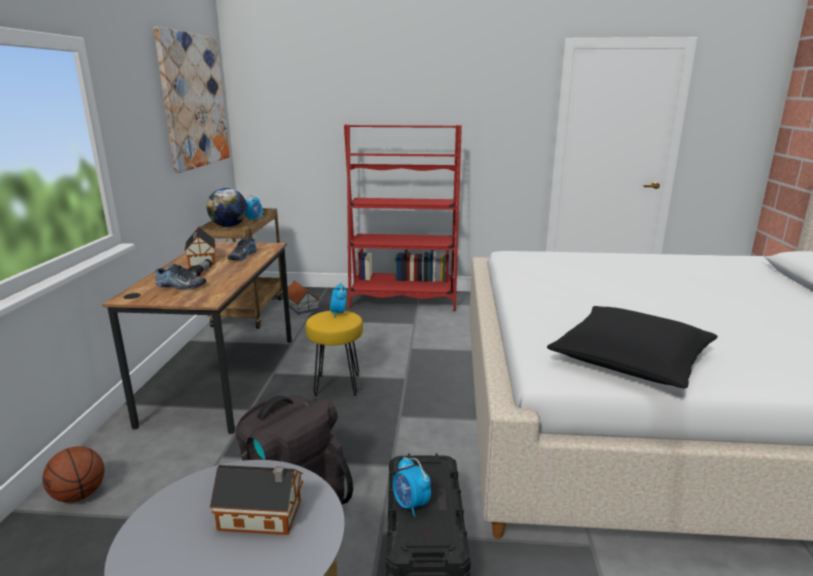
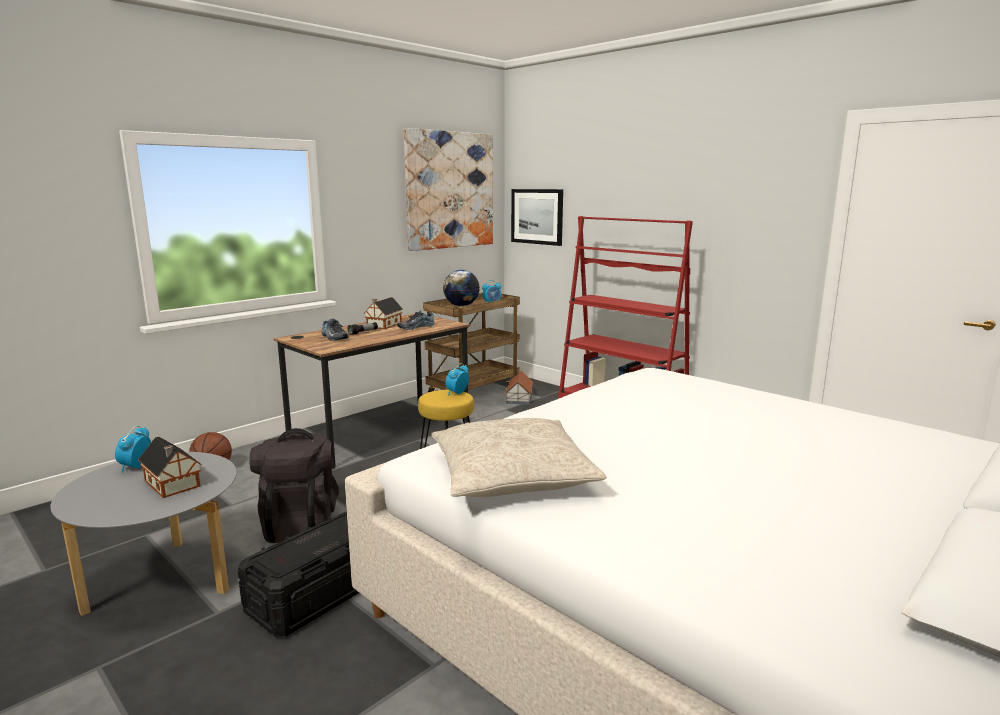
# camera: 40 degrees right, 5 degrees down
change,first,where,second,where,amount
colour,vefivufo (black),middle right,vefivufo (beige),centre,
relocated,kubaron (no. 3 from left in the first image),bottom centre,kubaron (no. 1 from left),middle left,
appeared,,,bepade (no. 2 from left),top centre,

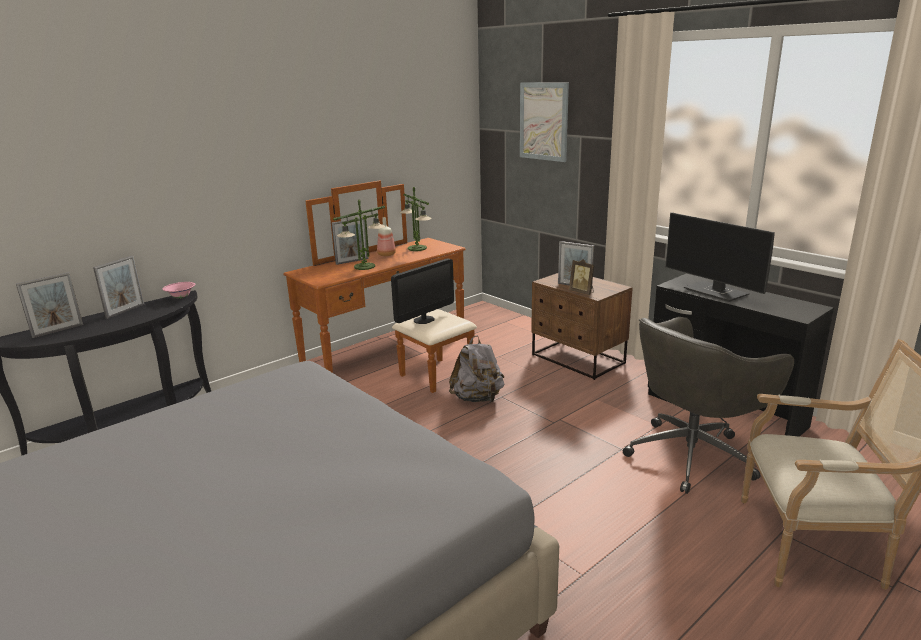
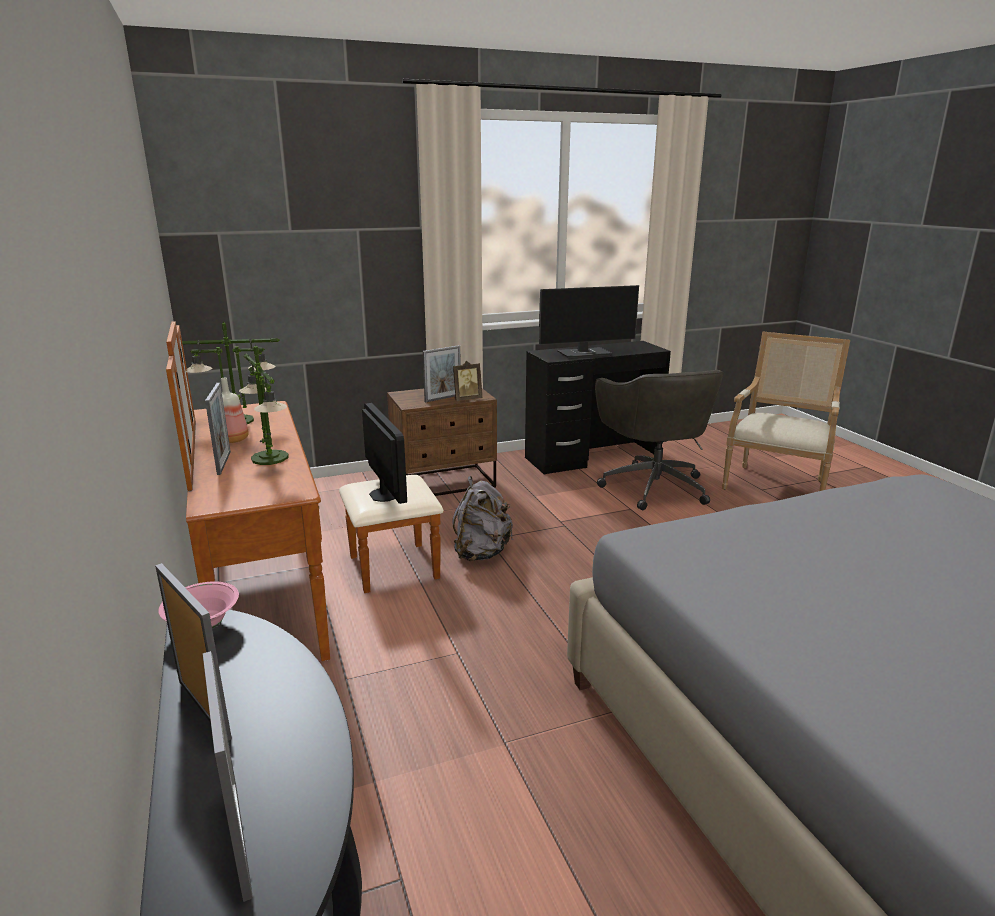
# camera: 70 degrees left, 0 degrees up
change,first,where,second,where,amount
missing,bepade,top centre,,,

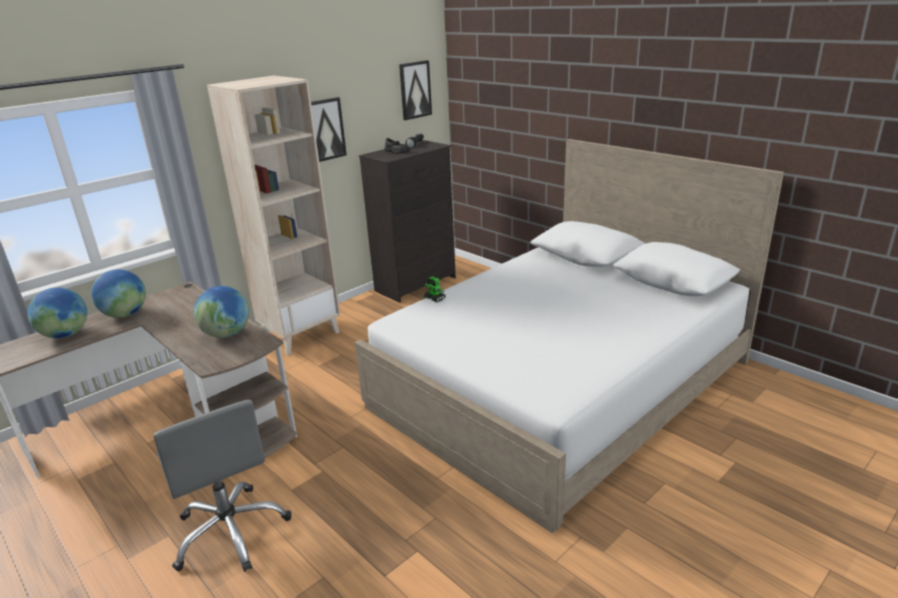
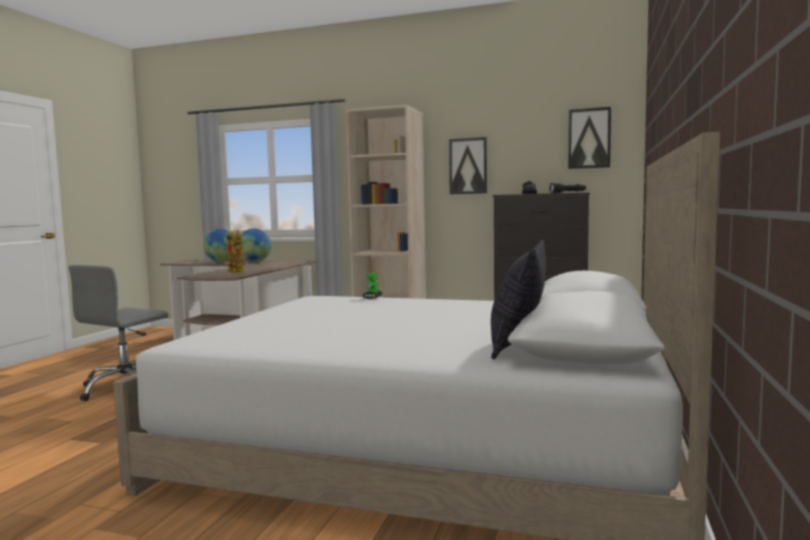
# camera: 60 degrees right, 20 degrees down
change,first,where,second,where,amount
exchanged,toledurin (no. 3 from left),middle left,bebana (no. 1 from left),middle left,
appeared,,,vefivufo,centre,

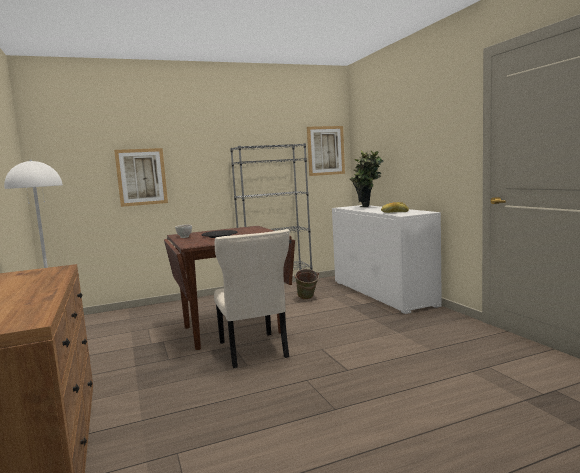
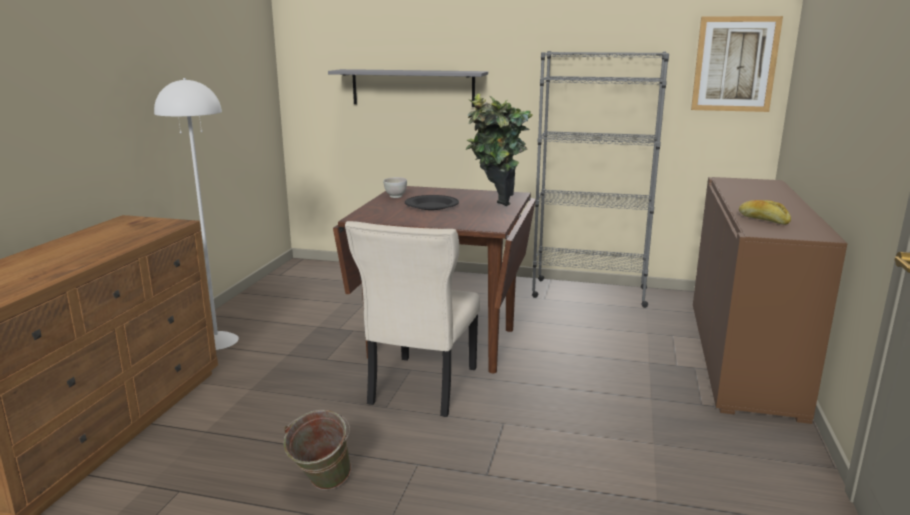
# camera: 35 degrees right, 10 degrees up
change,first,where,second,where,amount
exchanged,bepade (no. 1 from left),middle left,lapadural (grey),top centre,
relocated,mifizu,centre,,top centre,
colour,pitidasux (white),middle right,pitidasux (brown),middle right,
relocated,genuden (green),centre,,bottom centre,

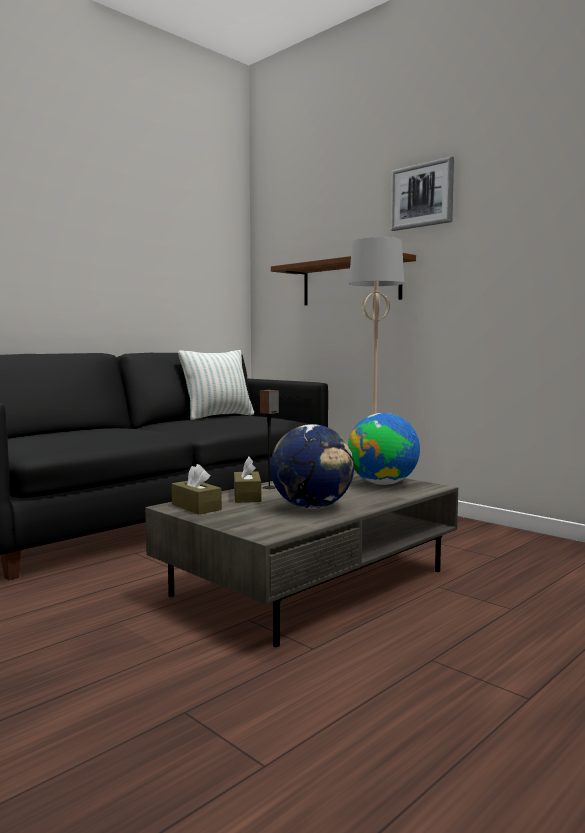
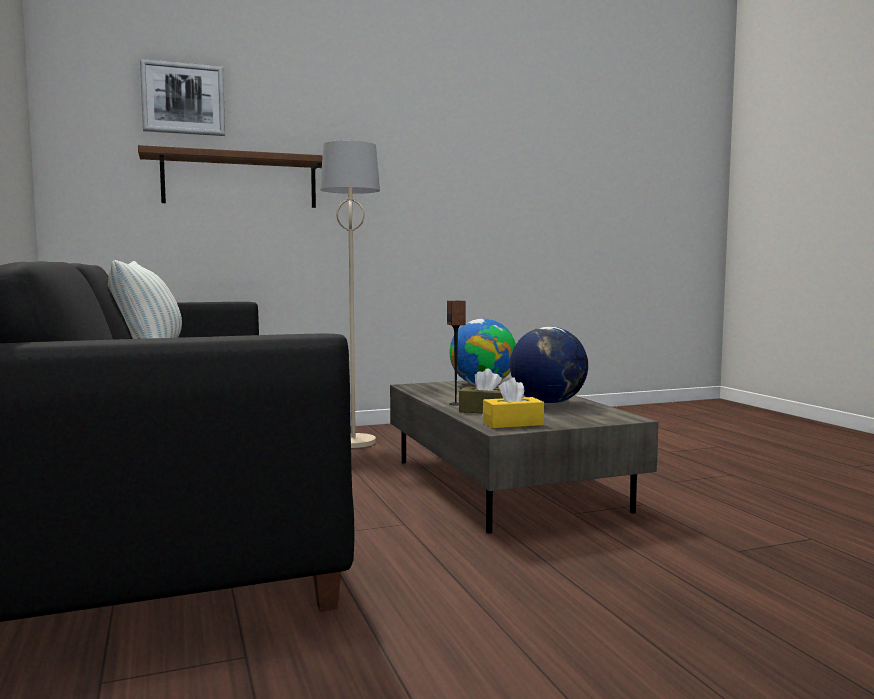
# camera: 65 degrees left, 0 degrees up
change,first,where,second,where,amount
relocated,bepade,top right,,top left,
colour,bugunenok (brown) (no. 1 from left),centre,bugunenok (yellow),centre,

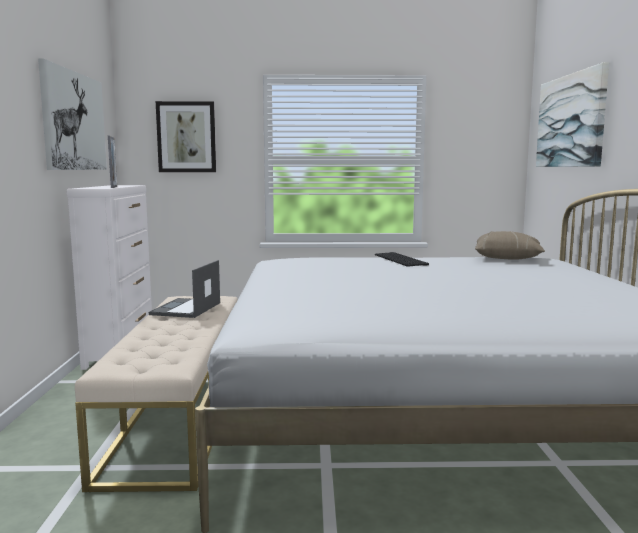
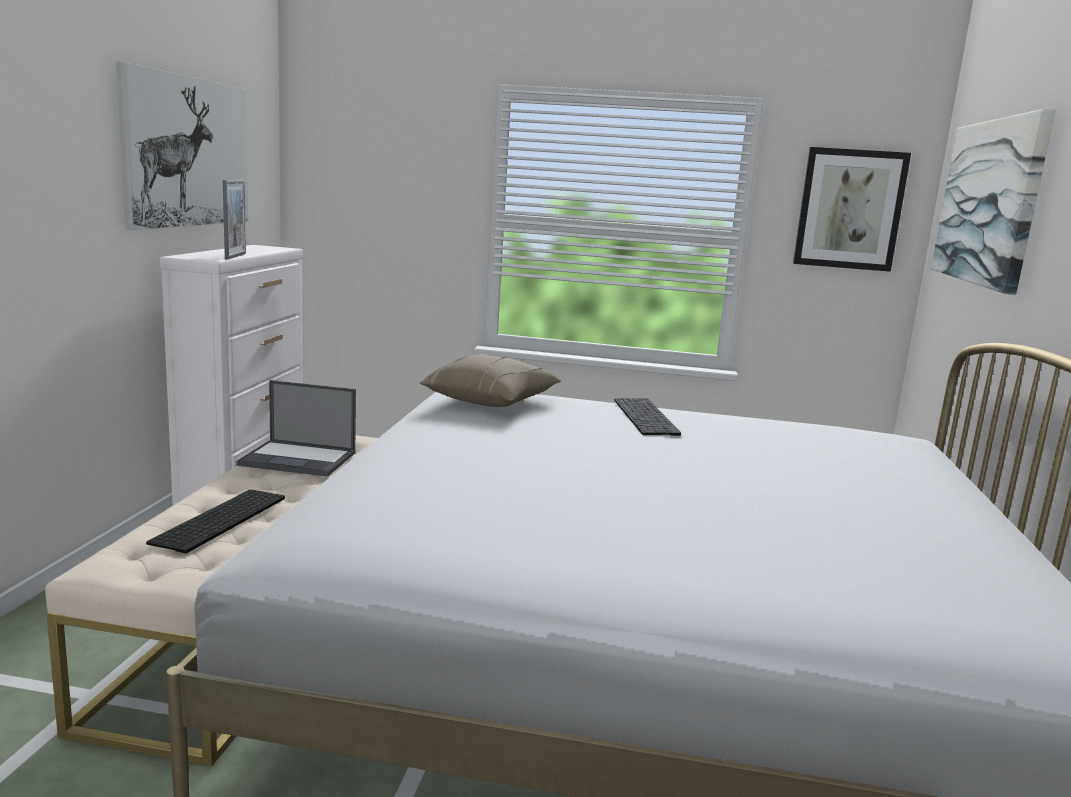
# camera: 10 degrees right, 5 degrees up
change,first,where,second,where,amount
relocated,bepade (no. 2 from left),top left,,top right,
relocated,vefivufo (beige),middle right,,centre,
spun,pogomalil,middle left,,middle left,105 degrees counterclockwise
appeared,,,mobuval (no. 1 from left),middle left,

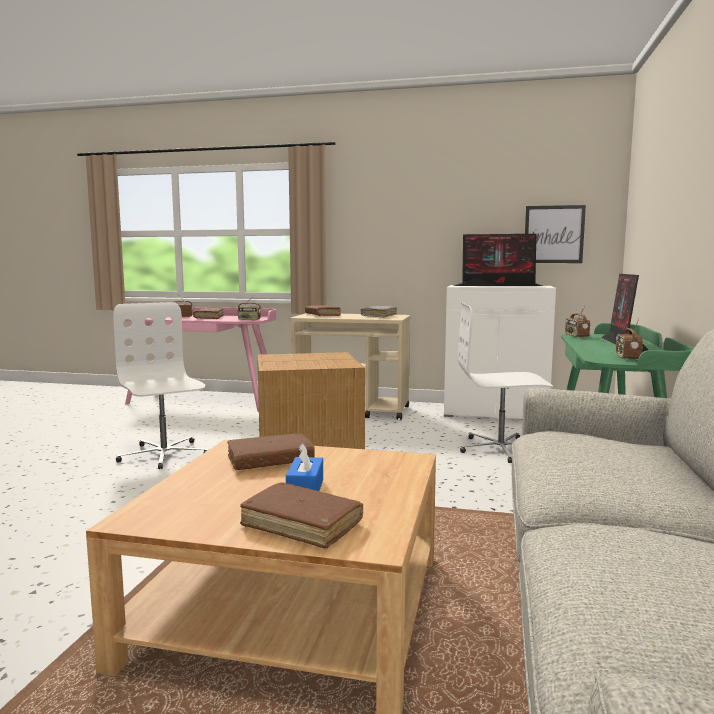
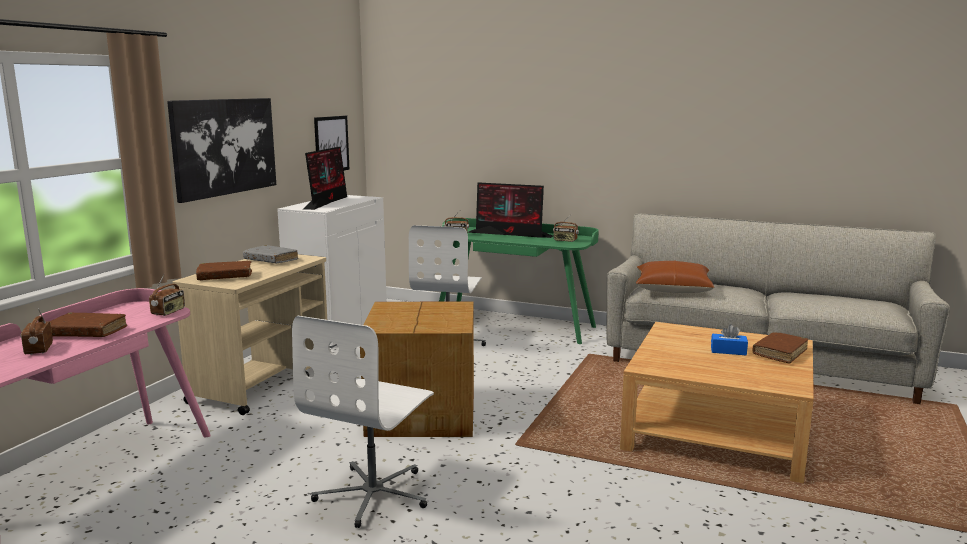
# camera: 80 degrees left, 5 degrees up
change,first,where,second,where,amount
spun,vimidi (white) (no. 1 from left),middle left,,bottom centre,45 degrees counterclockwise
missing,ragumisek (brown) (no. 2 from left),centre,,,
appeared,,,bepade (no. 1 from left),top left,
appeared,,,vefivufo (brown),middle right,

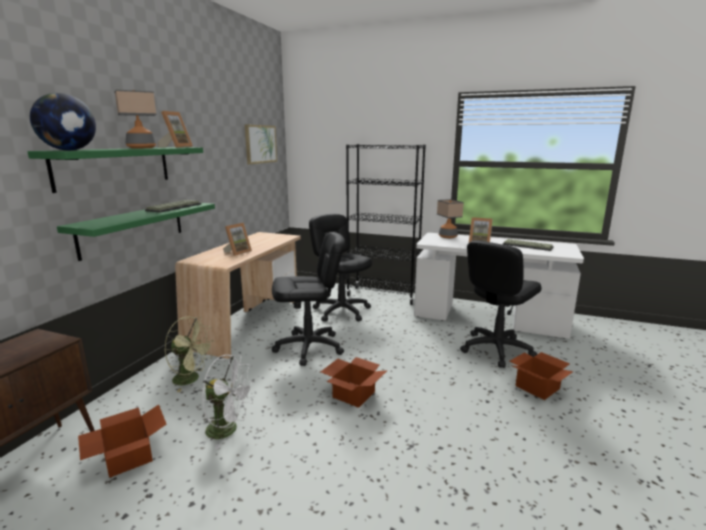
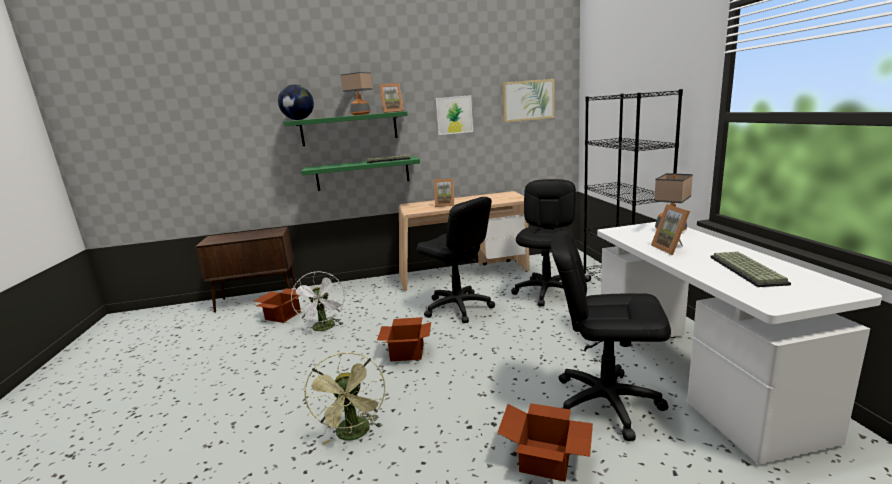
# camera: 60 degrees right, 0 degrees up
change,first,where,second,where,amount
relocated,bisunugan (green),bottom left,,bottom centre,
appeared,,,bepade (no. 1 from left),top centre,

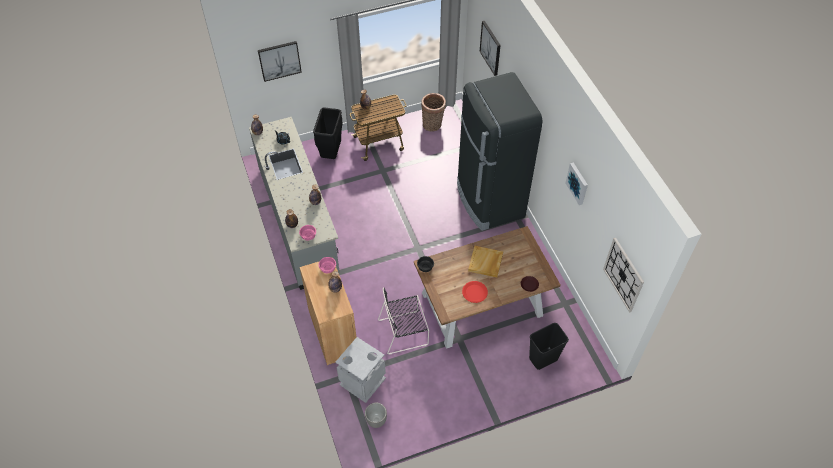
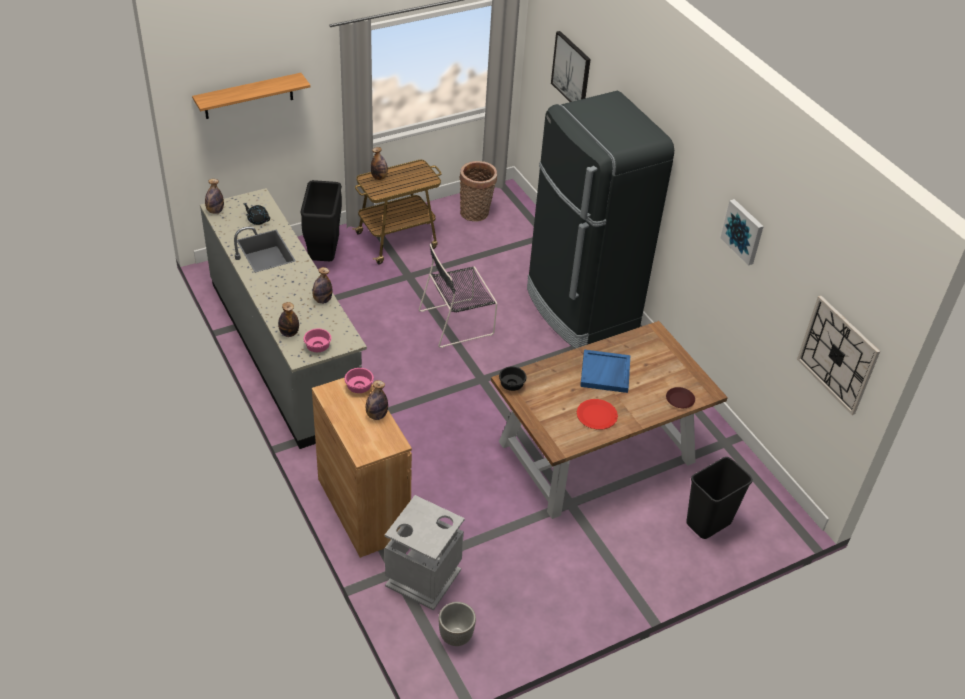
# camera: 10 degrees left, 10 degrees down
change,first,where,second,where,amount
exchanged,bepade (no. 1 from left),top centre,lapadural,top left,
colour,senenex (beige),centre,senenex (blue),centre,
relocated,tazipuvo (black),bottom centre,,centre,

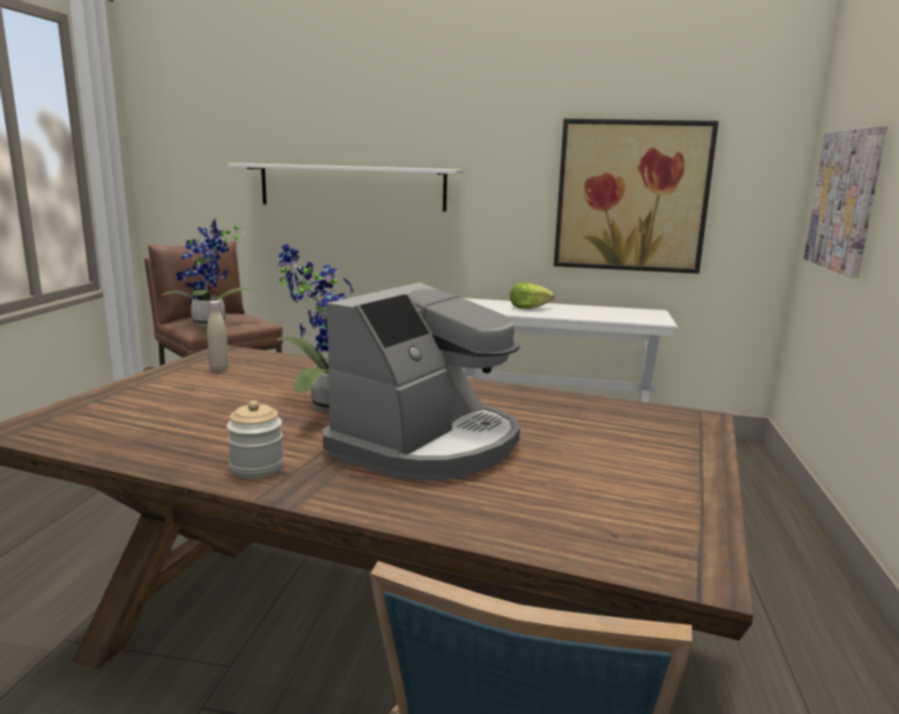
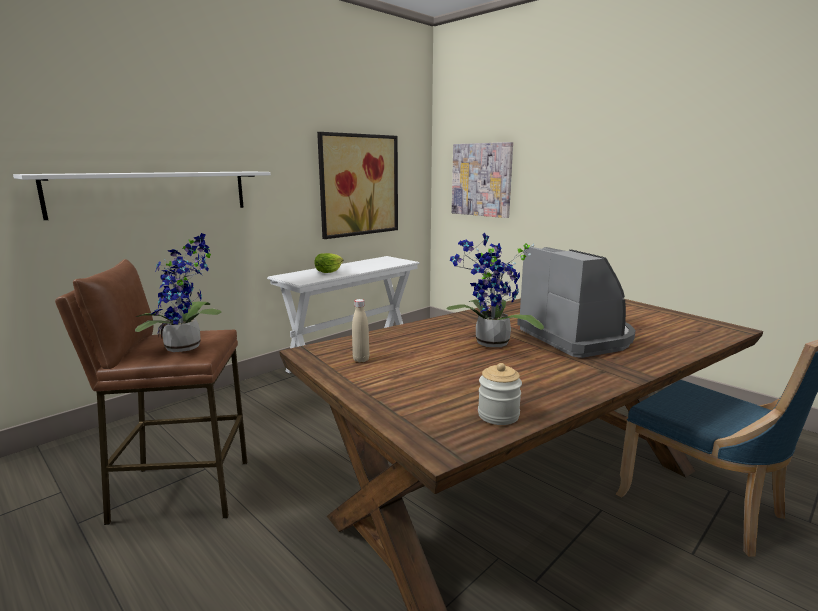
# camera: 55 degrees left, 0 degrees up
change,first,where,second,where,amount
relocated,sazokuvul,middle left,,centre,

